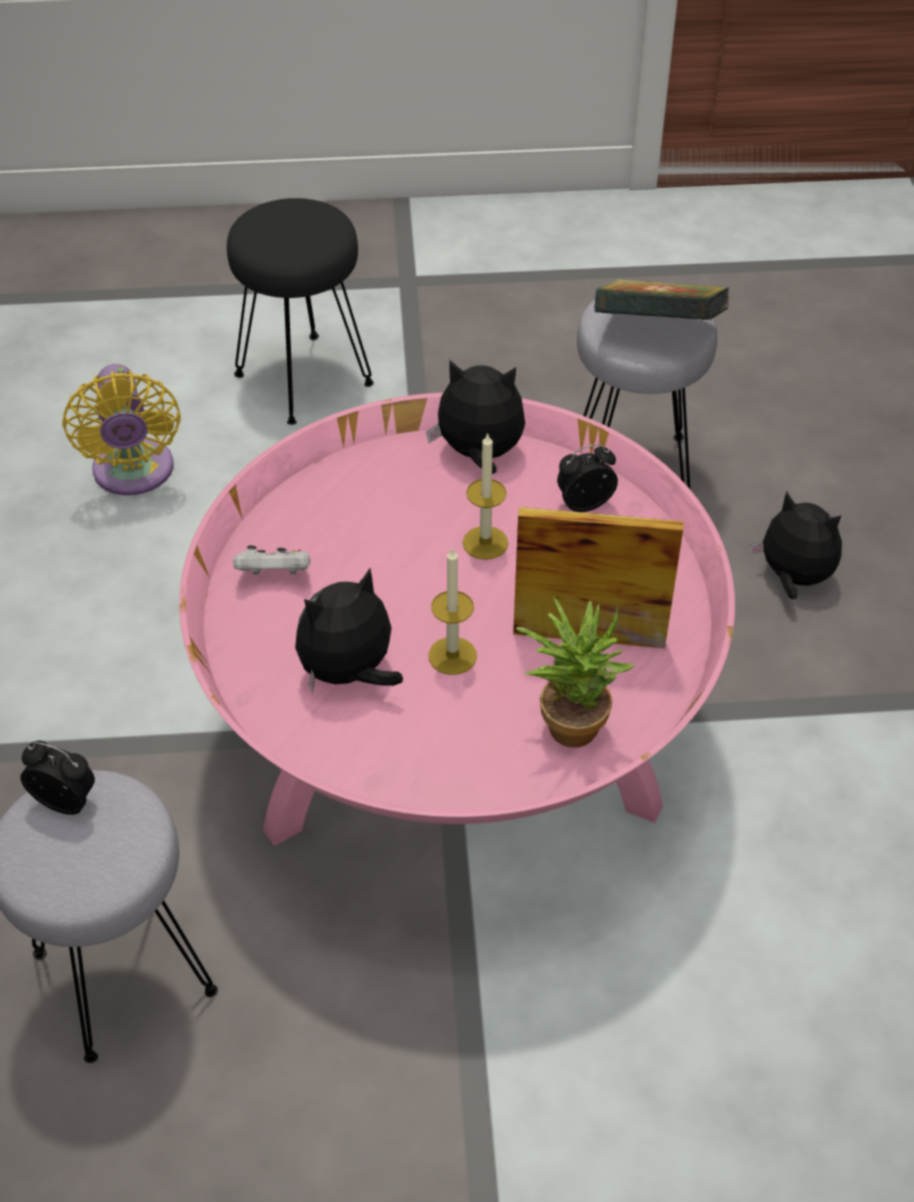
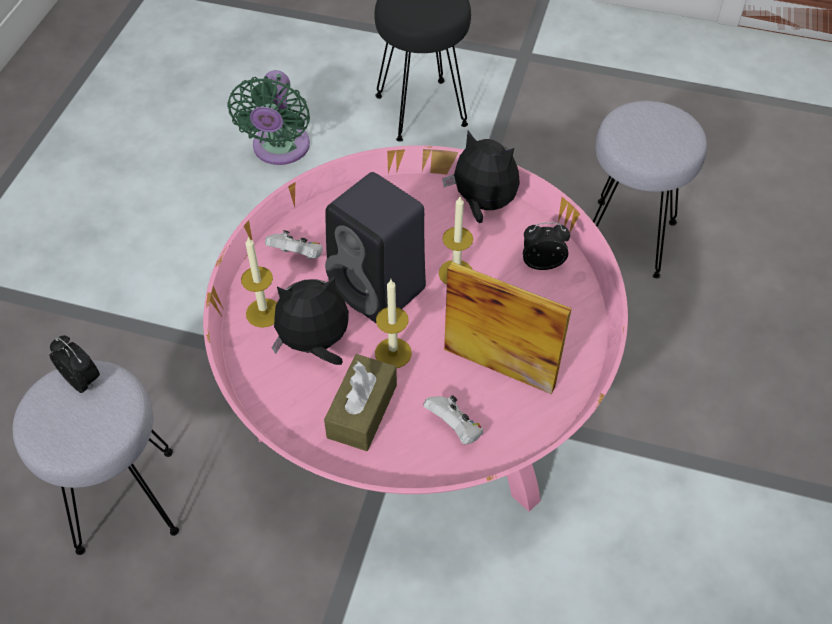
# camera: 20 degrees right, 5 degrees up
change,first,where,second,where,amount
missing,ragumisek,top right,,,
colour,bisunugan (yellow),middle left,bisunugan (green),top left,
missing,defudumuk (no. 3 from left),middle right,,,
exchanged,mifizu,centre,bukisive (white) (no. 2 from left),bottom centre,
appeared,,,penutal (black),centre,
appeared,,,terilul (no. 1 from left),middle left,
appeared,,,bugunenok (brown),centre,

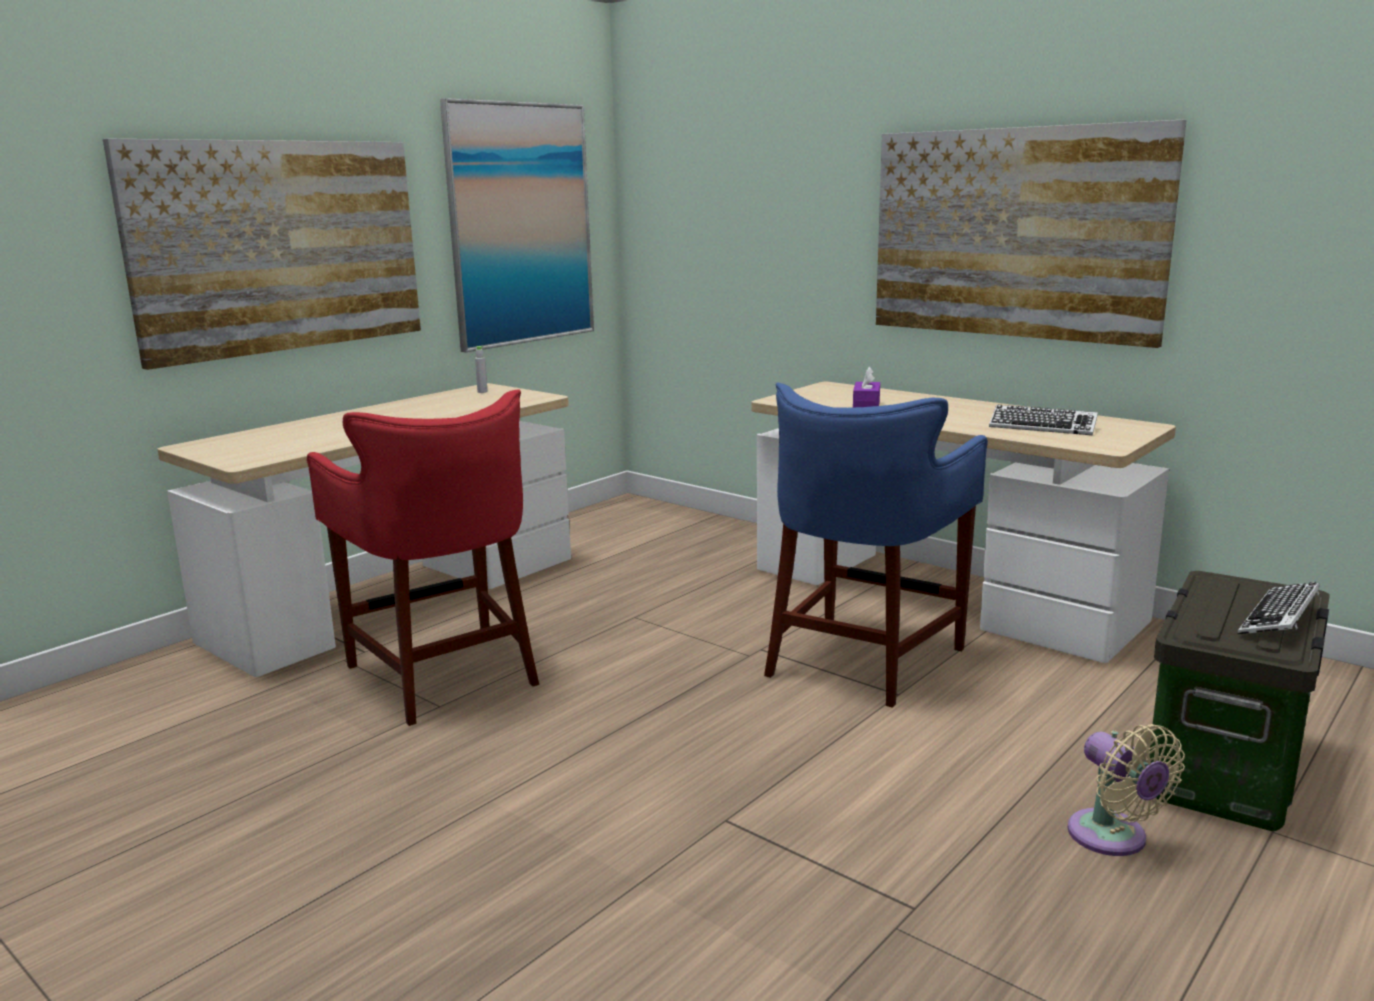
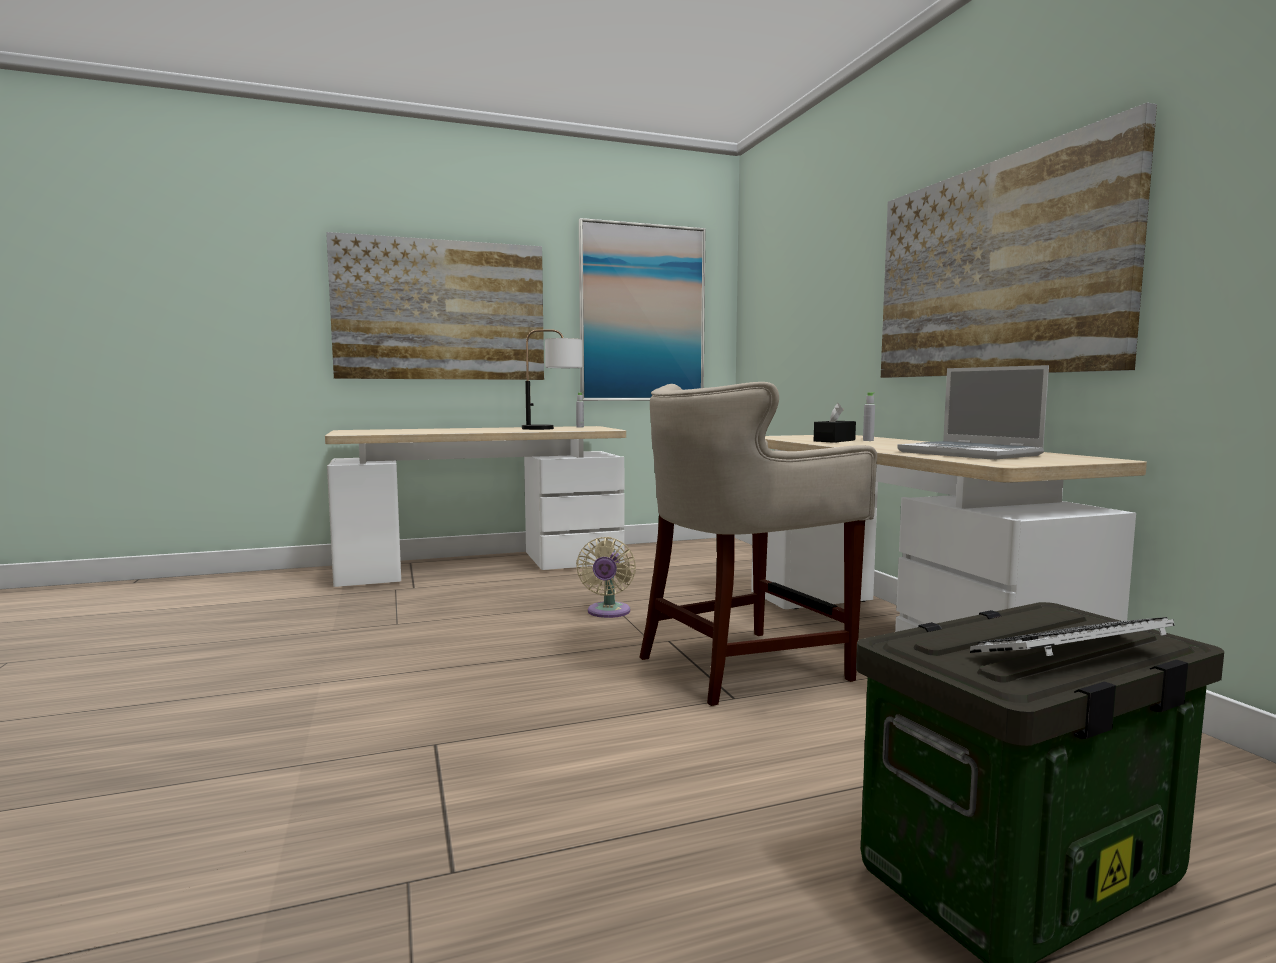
# camera: 30 degrees right, 10 degrees down
change,first,where,second,where,amount
colour,bugunenok (purple),centre,bugunenok (black),centre,
colour,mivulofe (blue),centre,mivulofe (beige),centre,
missing,mivulofe (red),middle left,,,
exchanged,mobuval (no. 1 from left),middle right,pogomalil,middle right,
relocated,bisunugan (beige),bottom right,,centre,
appeared,,,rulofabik,centre,
appeared,,,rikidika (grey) (no. 2 from left),middle right,

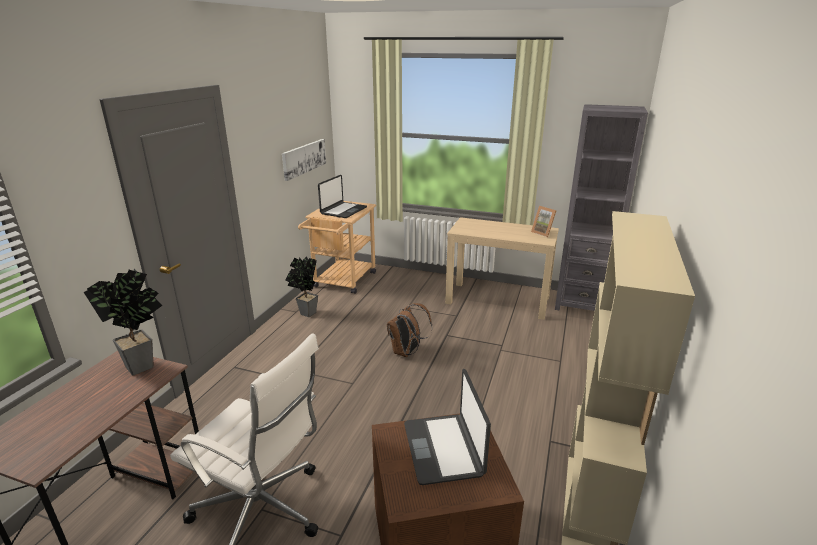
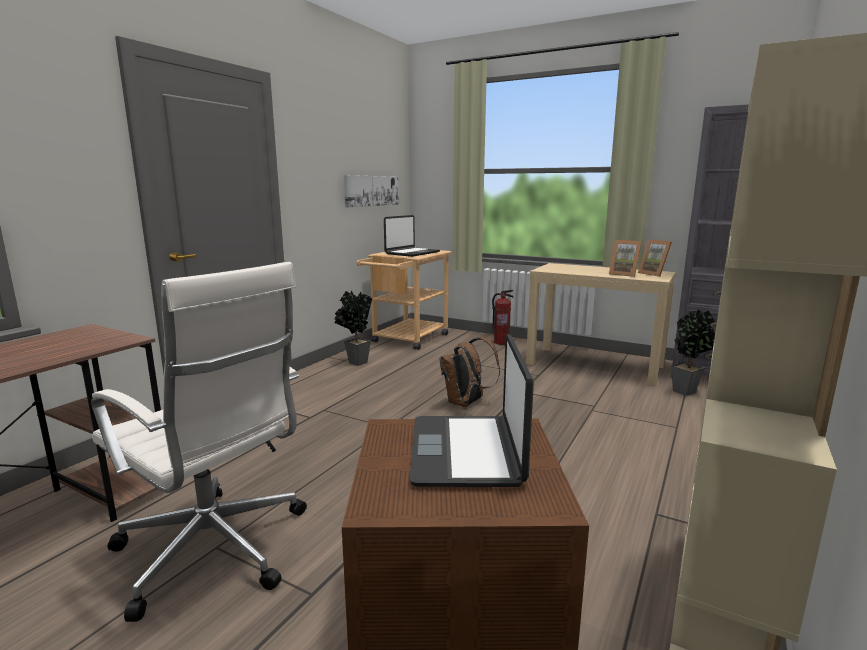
# camera: 10 degrees right, 10 degrees down
change,first,where,second,where,amount
relocated,mifizu (no. 1 from left in the first image),middle left,mifizu (no. 2 from left),middle right,
appeared,,,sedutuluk (no. 1 from left),middle right,
appeared,,,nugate,centre,

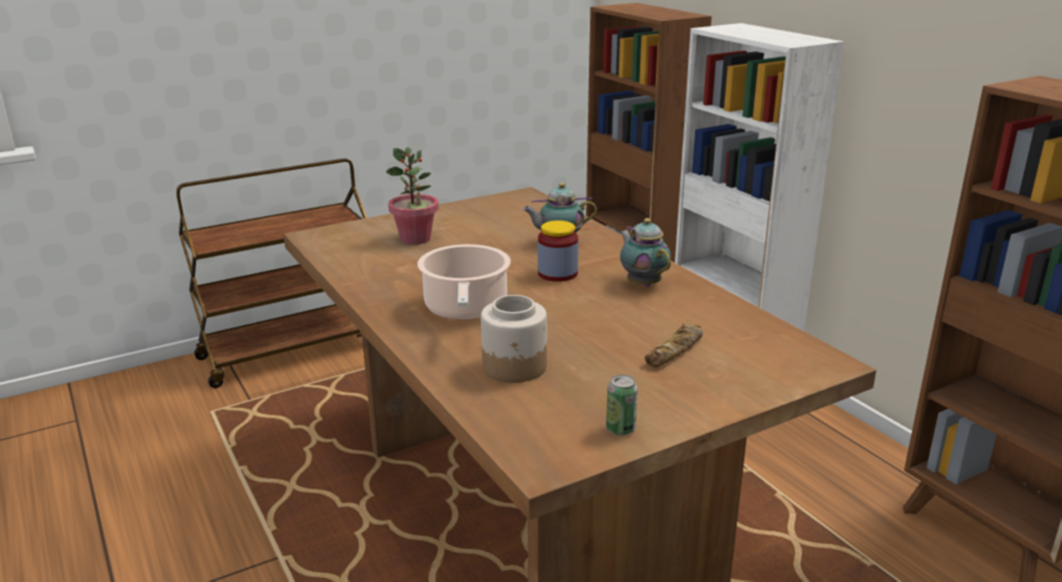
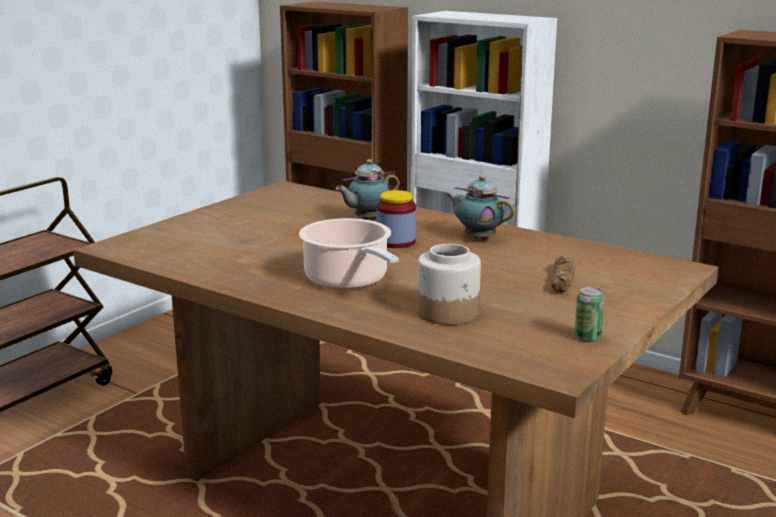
# camera: 25 degrees left, 5 degrees down
change,first,where,second,where,amount
missing,mifizu,centre,,,

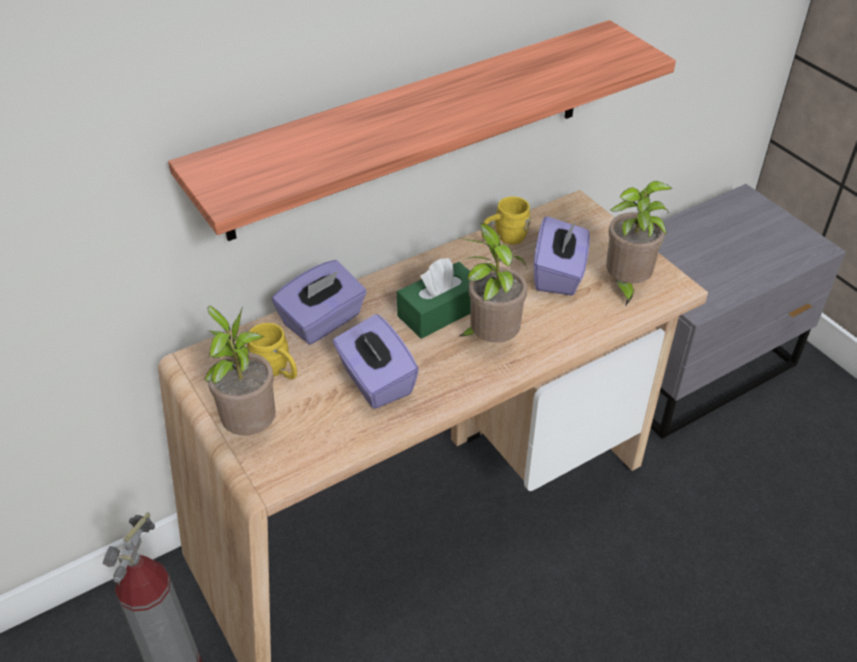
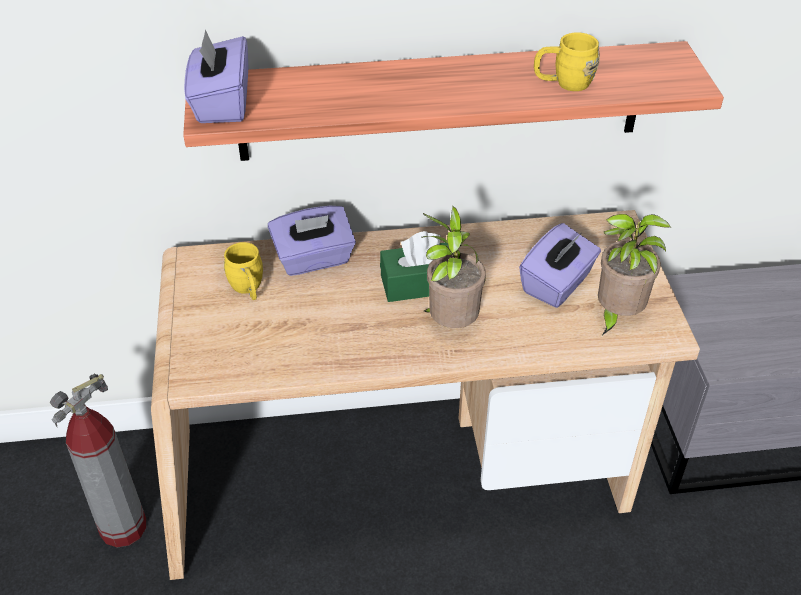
# camera: 25 degrees right, 0 degrees up
change,first,where,second,where,amount
relocated,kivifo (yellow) (no. 2 from left),top centre,,top right,
missing,mifizu (no. 1 from left),middle left,,,
relocated,bugunenok (purple) (no. 2 from left in the first image),centre,bugunenok (purple) (no. 1 from left),top left,

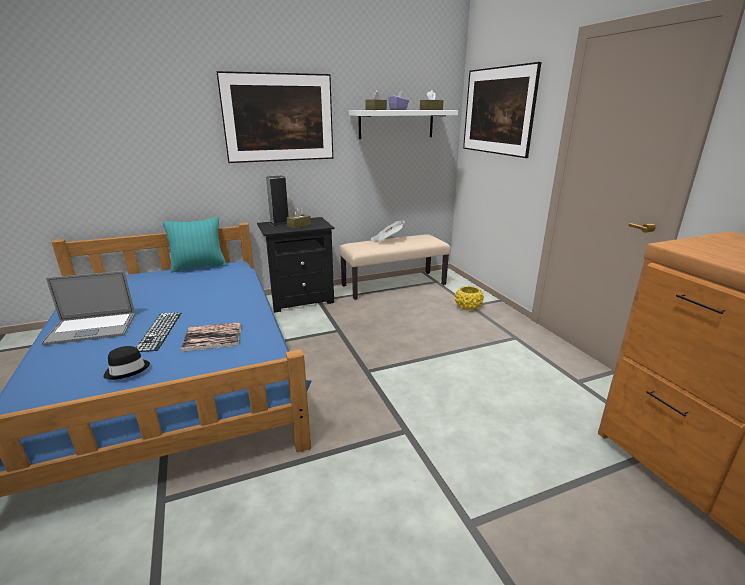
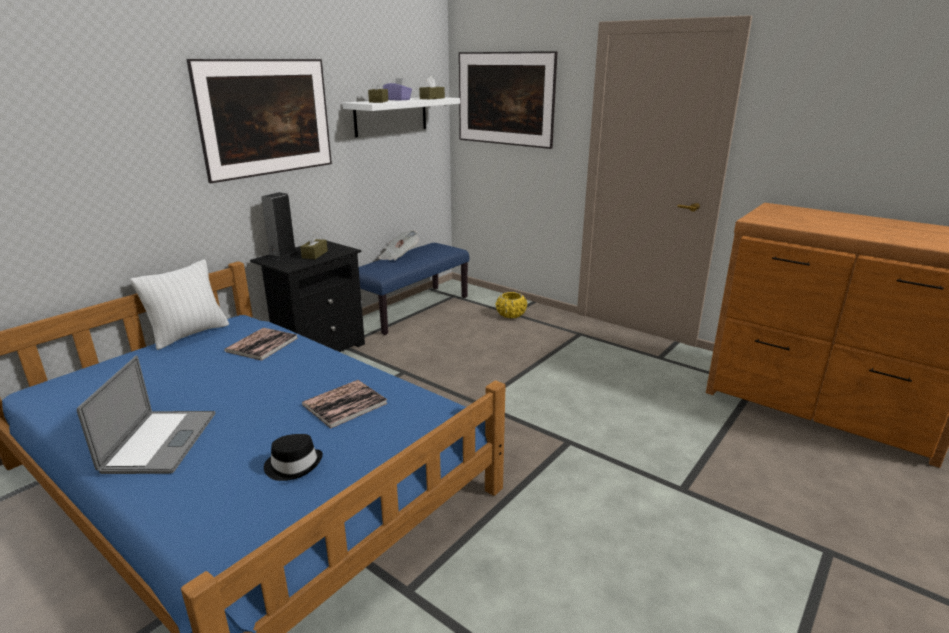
# camera: 30 degrees left, 0 degrees up
change,first,where,second,where,amount
colour,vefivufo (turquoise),middle left,vefivufo (white),middle left,
colour,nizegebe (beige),centre,nizegebe (blue),centre,
spun,pogomalil,middle left,,middle left,45 degrees counterclockwise
missing,mobuval,middle left,,,
appeared,,,ragumisek (no. 1 from left),middle left,

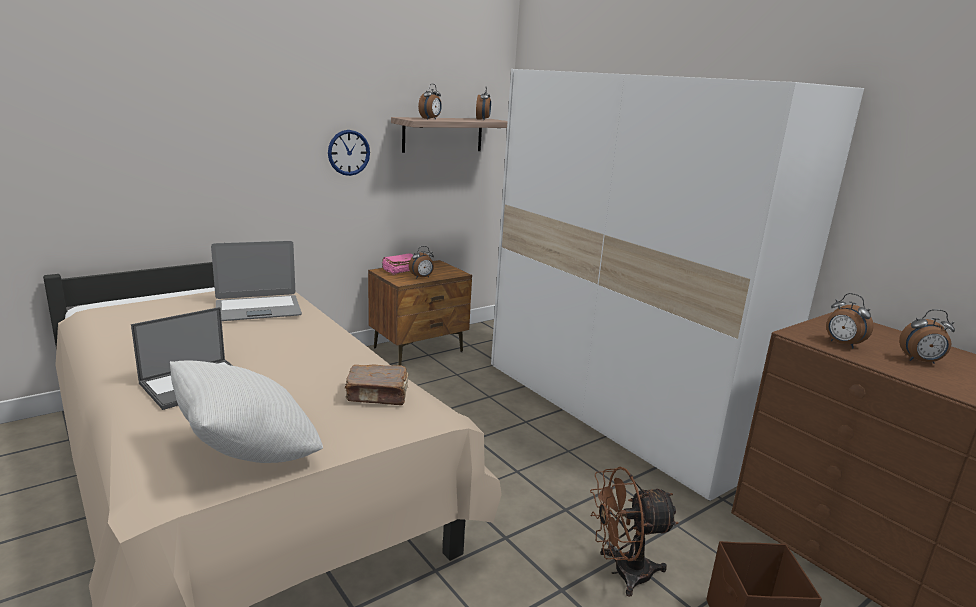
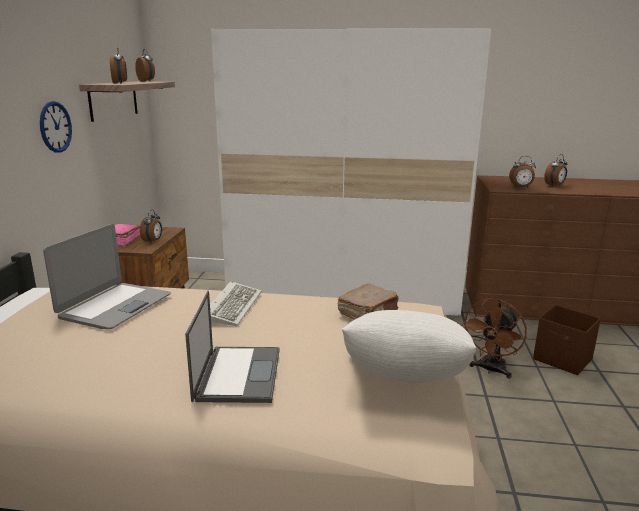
# camera: 45 degrees left, 0 degrees up
change,first,where,second,where,amount
appeared,,,mobuval,centre,

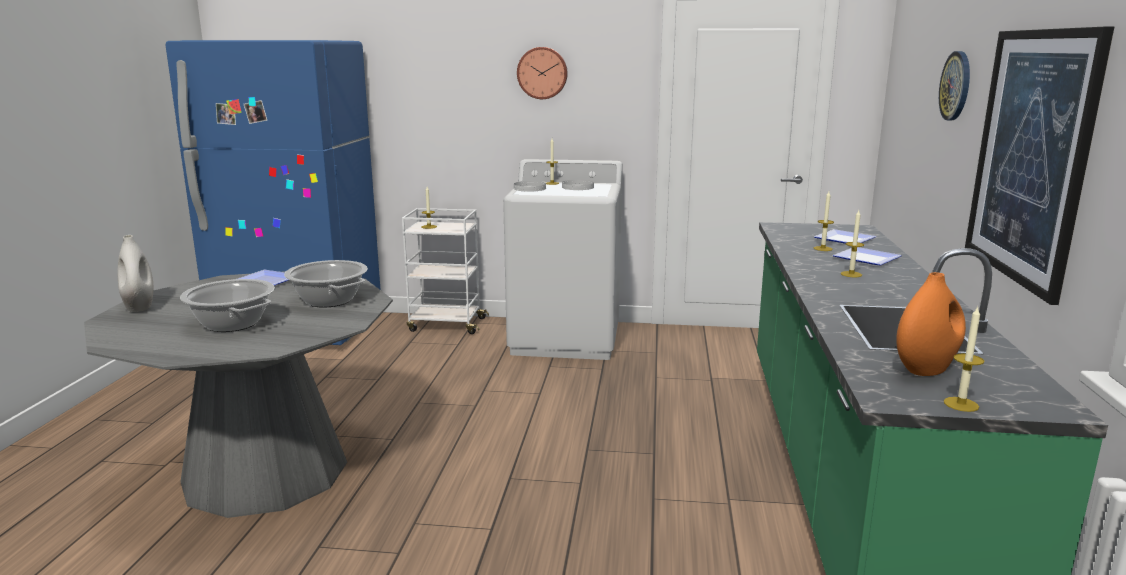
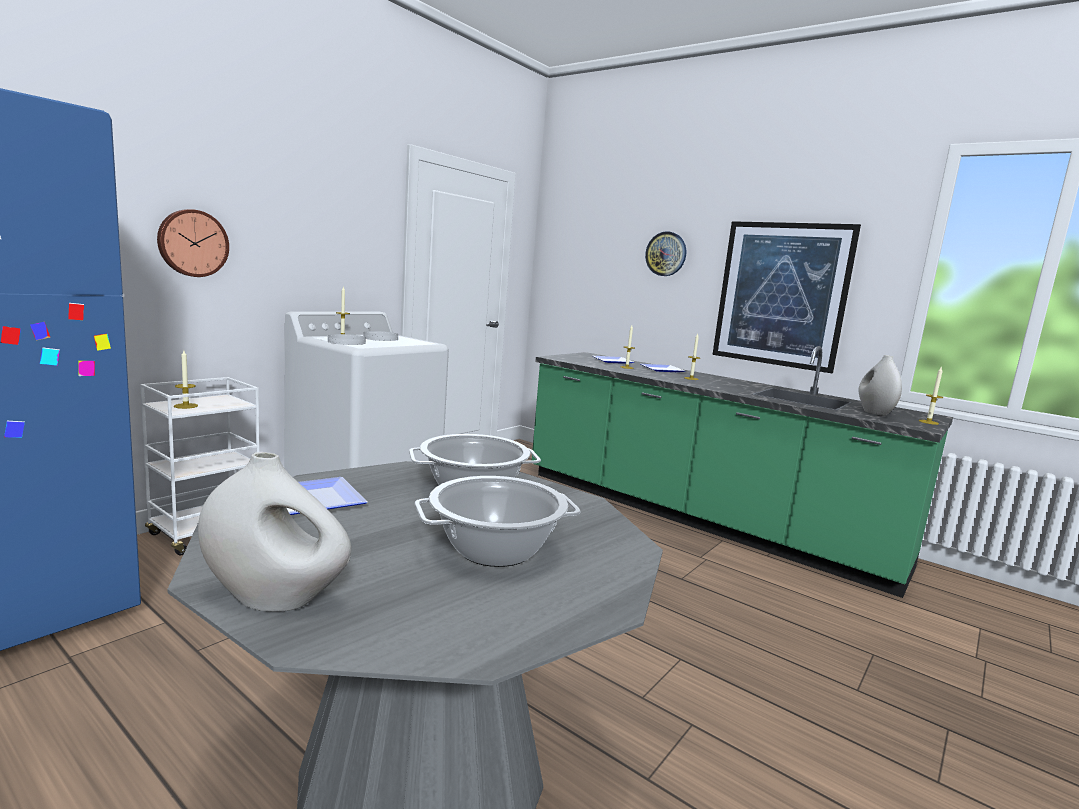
# camera: 60 degrees left, 5 degrees down
change,first,where,second,where,amount
relocated,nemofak (no. 1 from left),top centre,,top left,
colour,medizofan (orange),middle right,medizofan (white) (no. 2 from left),middle right,

